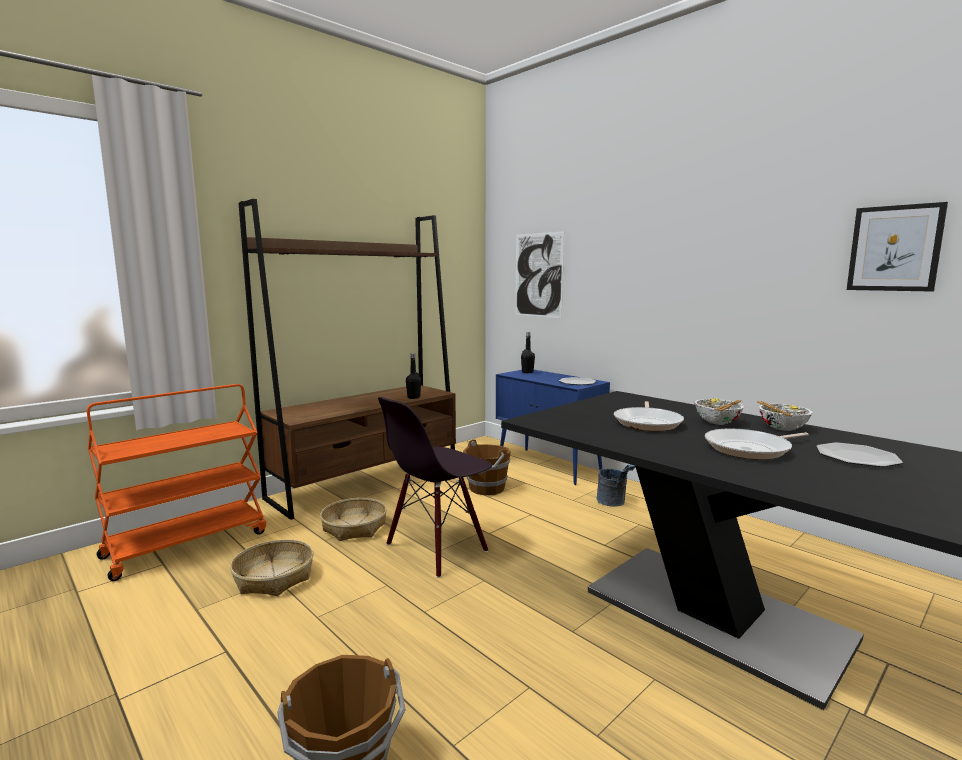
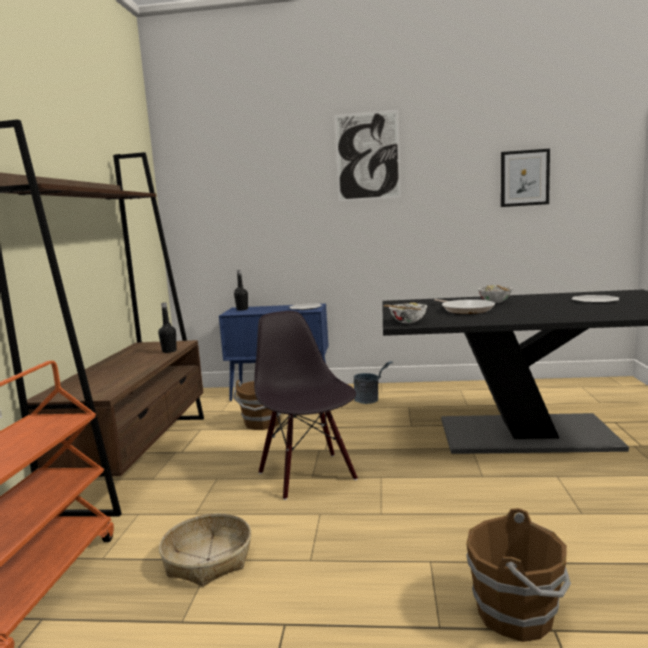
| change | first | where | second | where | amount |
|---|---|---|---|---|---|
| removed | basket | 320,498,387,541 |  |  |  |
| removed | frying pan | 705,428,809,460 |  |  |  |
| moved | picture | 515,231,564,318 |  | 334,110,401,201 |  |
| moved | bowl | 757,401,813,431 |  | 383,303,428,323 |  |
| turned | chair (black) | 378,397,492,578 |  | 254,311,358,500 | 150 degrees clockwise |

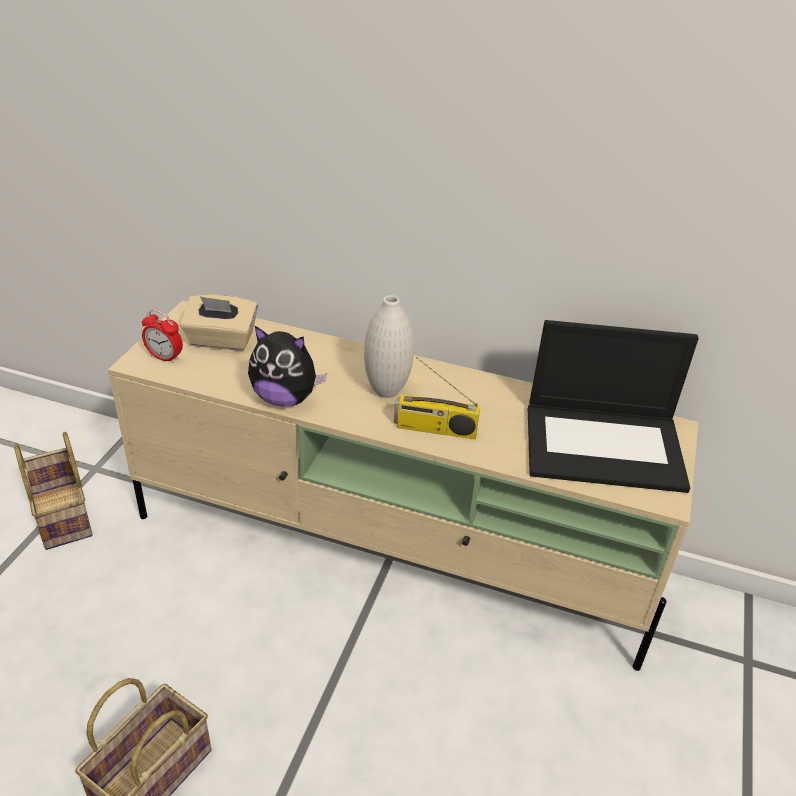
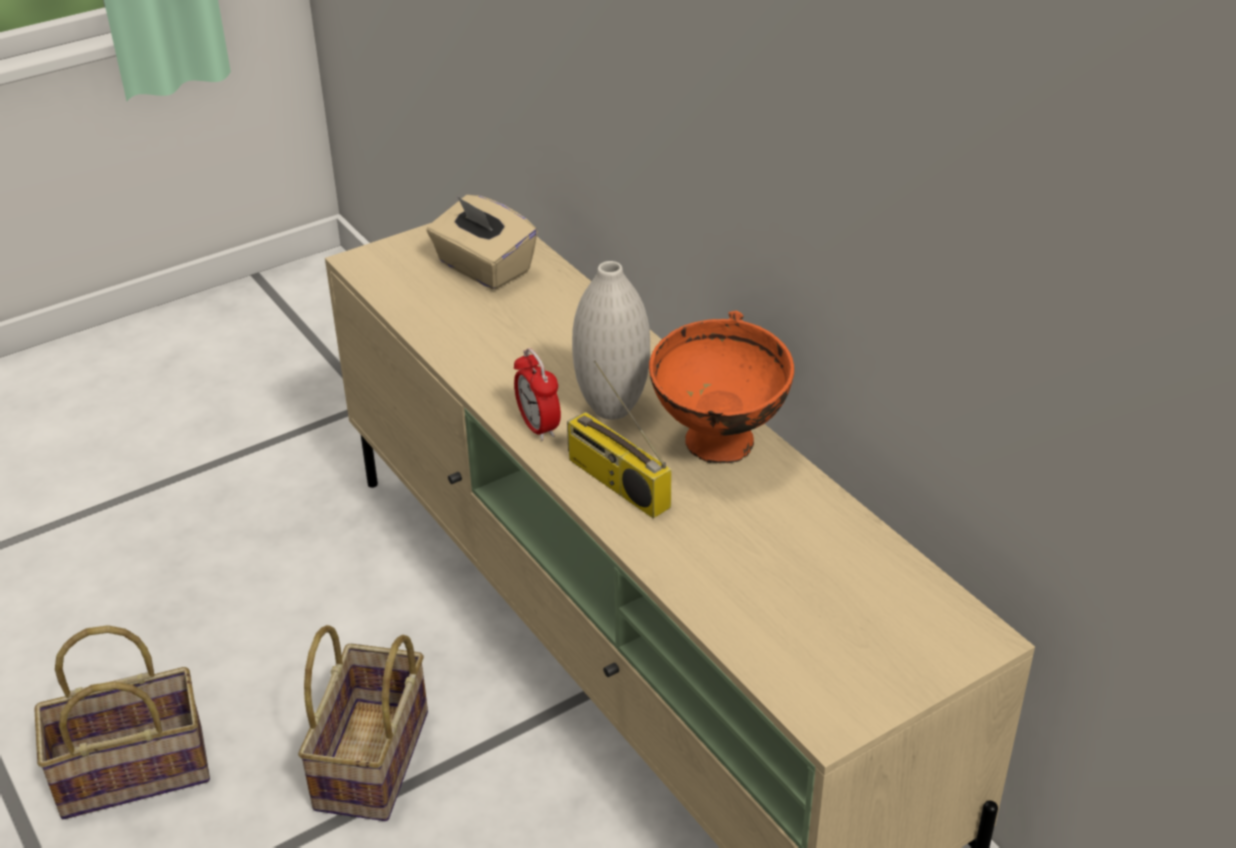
| change | first | where | second | where | amount |
|---|---|---|---|---|---|
| removed | plush toy | 248,326,327,406 |  |  |  |
| removed | laptop | 528,320,699,493 |  |  |  |
| added |  |  | bowl (orange) | 649,311,794,463 |  |
| moved | basket | 14,432,93,550 |  | 298,625,428,821 |  |
| moved | alarm clock | 142,310,183,364 |  | 514,348,561,441 |  |

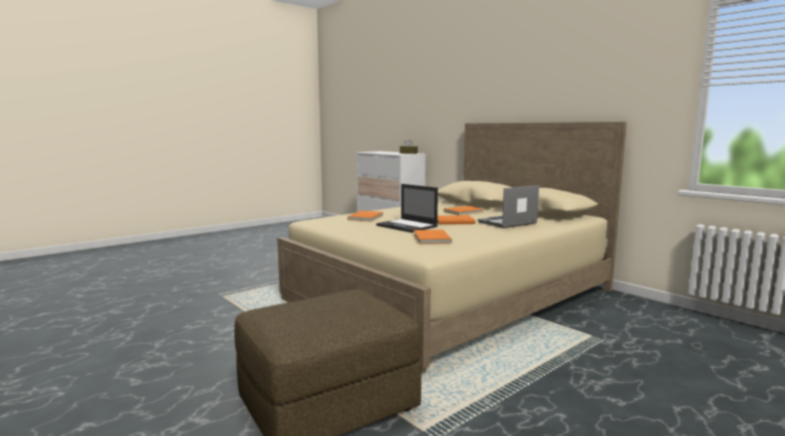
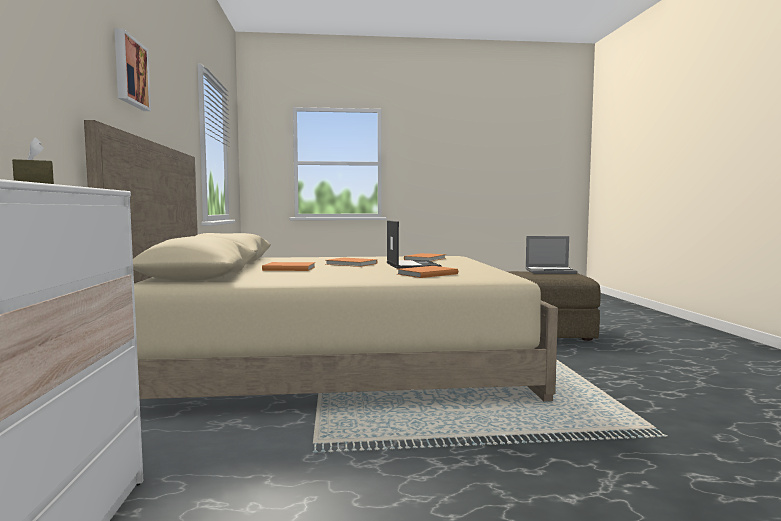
| change | first | where | second | where | amount |
|---|---|---|---|---|---|
| added |  |  | picture | 115,28,151,111 |  |
| moved | laptop | 478,185,539,228 |  | 526,236,577,274 |  |

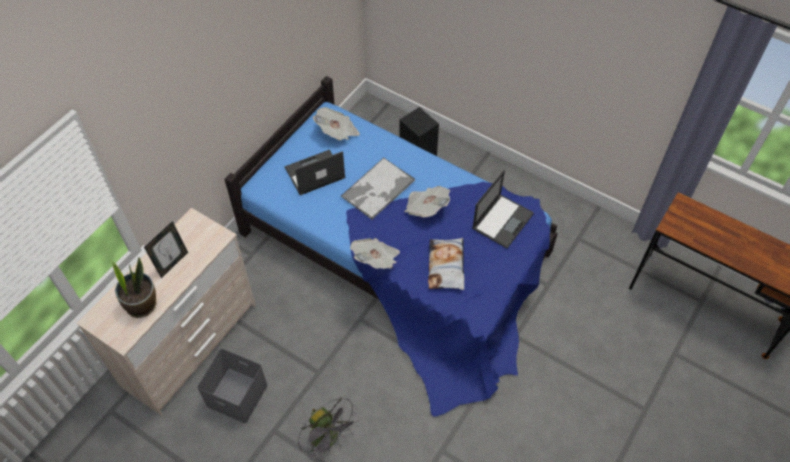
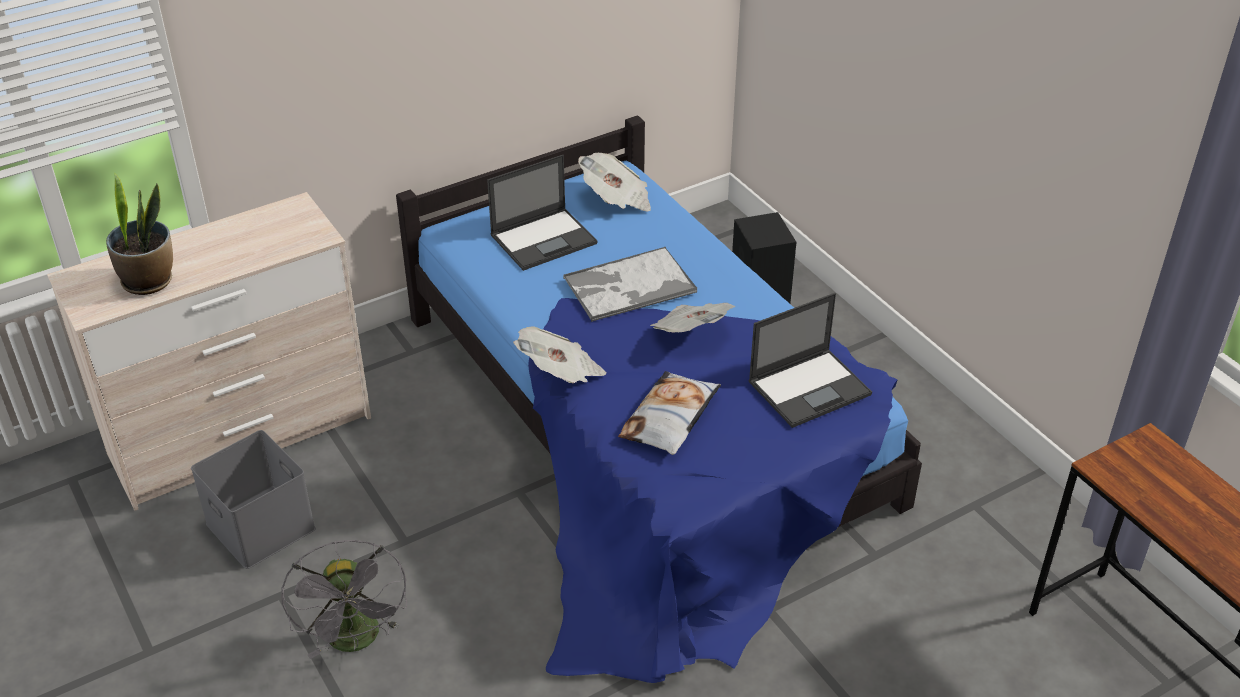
| change | first | where | second | where | amount |
|---|---|---|---|---|---|
| removed | picture frame | 144,221,188,278 |  |  |  |
| turned | laptop | 284,150,345,195 |  | 487,155,597,271 | 150 degrees clockwise |

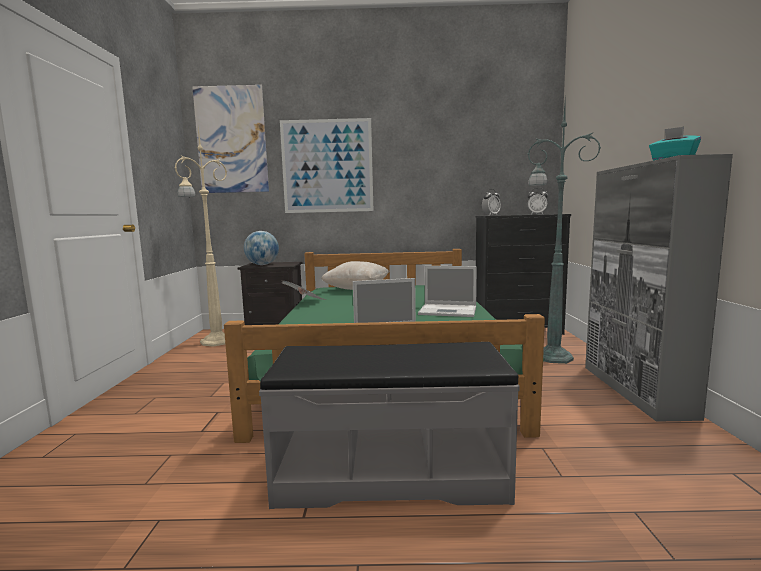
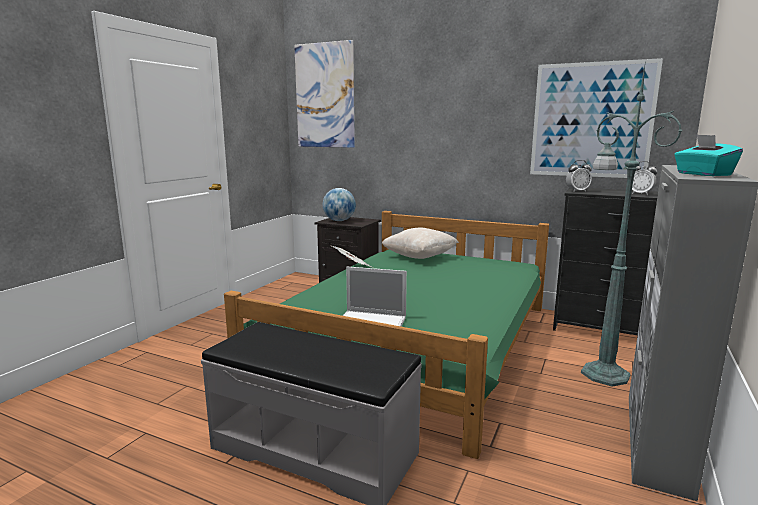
| change | first | where | second | where | amount |
|---|---|---|---|---|---|
| removed | floor lamp (beige) | 174,127,227,347 |  |  |  |
| removed | laptop | 418,266,477,317 |  |  |  |
| moved | picture | 280,118,373,213 |  | 530,58,663,178 |  |

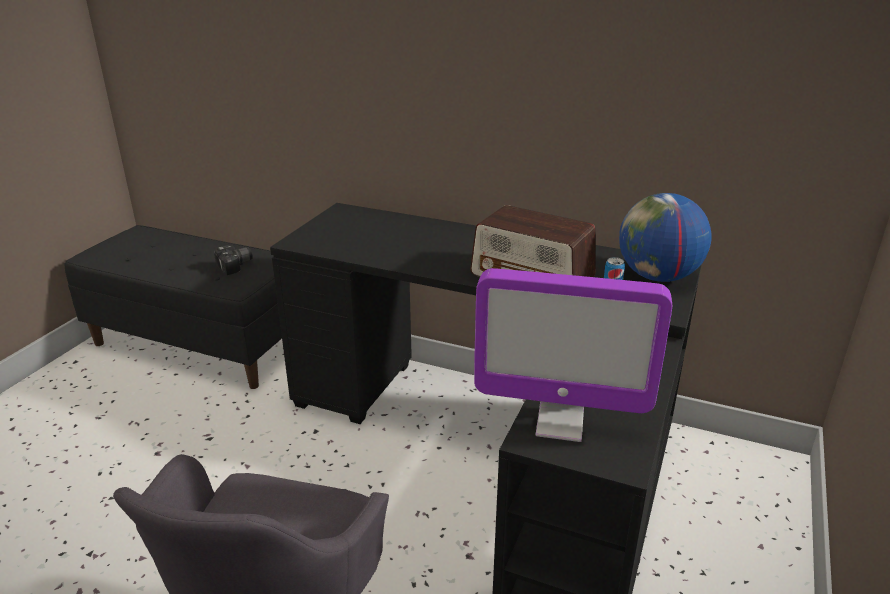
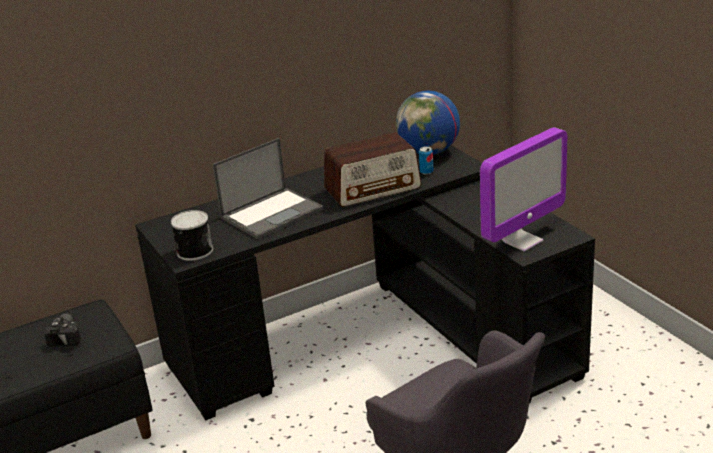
| change | first | where | second | where | amount |
|---|---|---|---|---|---|
| added |  |  | can | 171,210,213,261 |  |
| added |  |  | laptop | 212,138,323,239 |  |

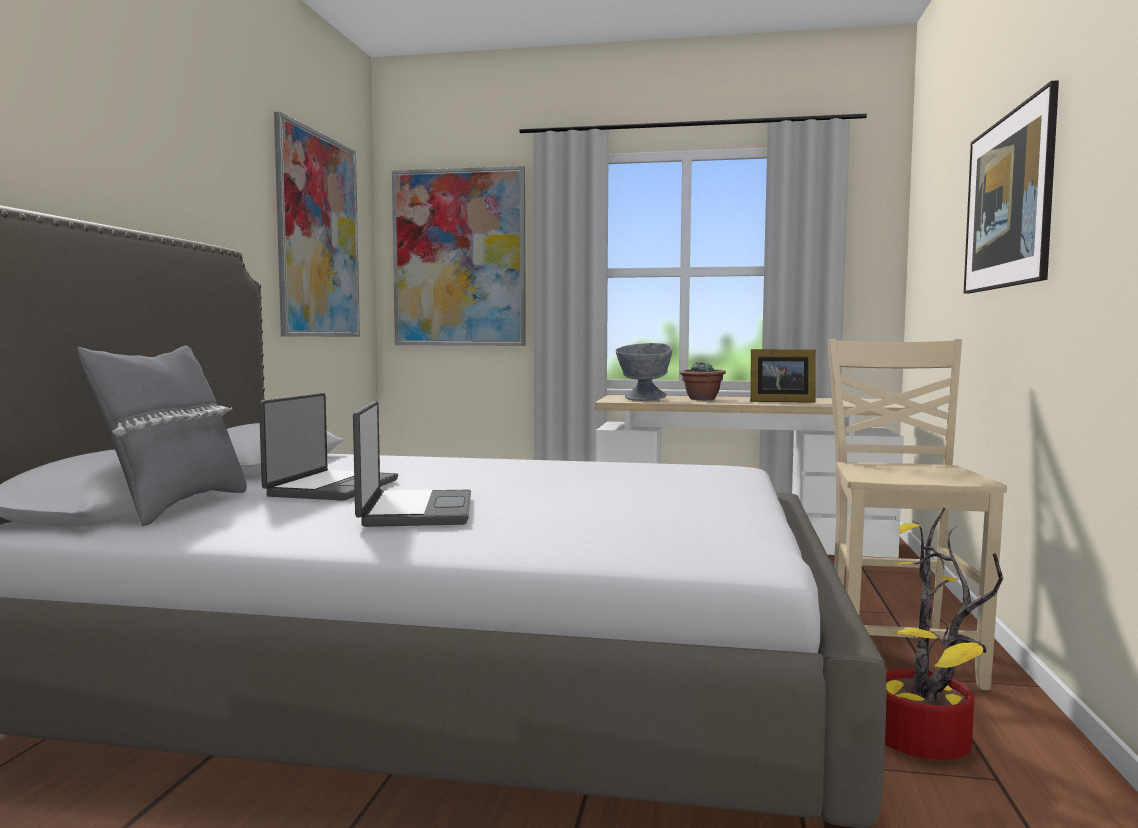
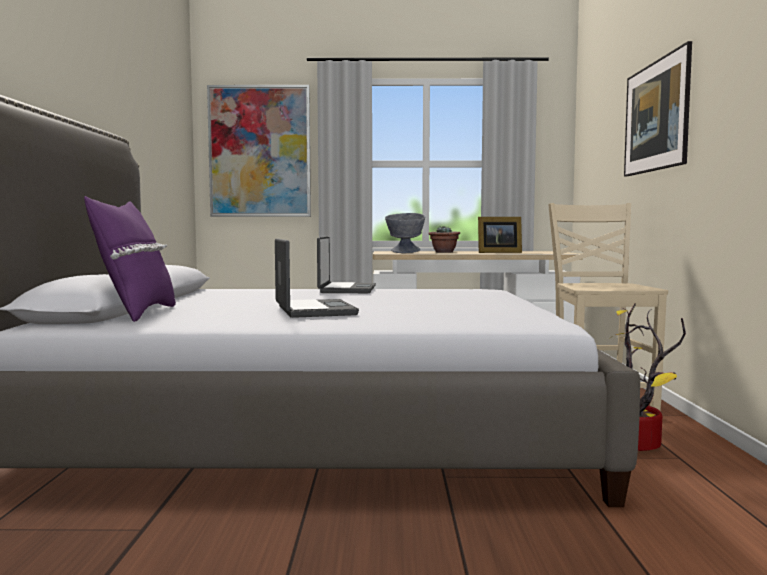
| change | first | where | second | where | amount |
|---|---|---|---|---|---|
| removed | picture | 274,112,360,337 |  |  |  |
| moved | laptop | 259,393,398,501 |  | 317,237,376,293 |  |
| recoloured | pillow (grey) | 78,346,247,527 | pillow (purple) | 84,196,176,322 |  |

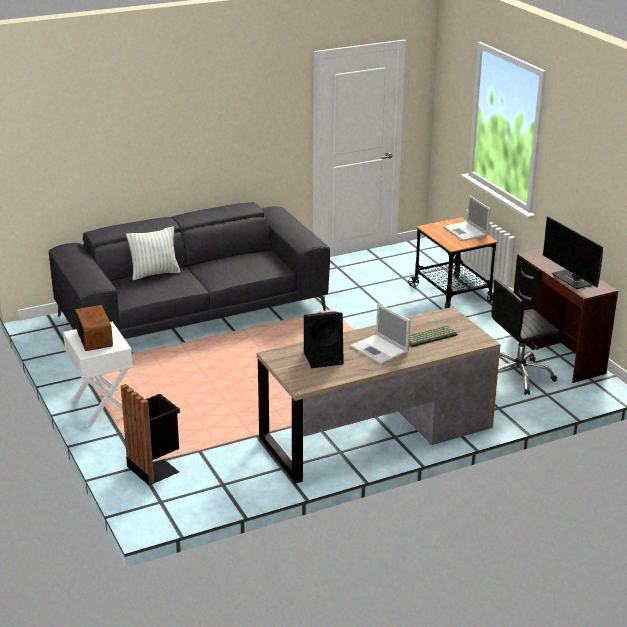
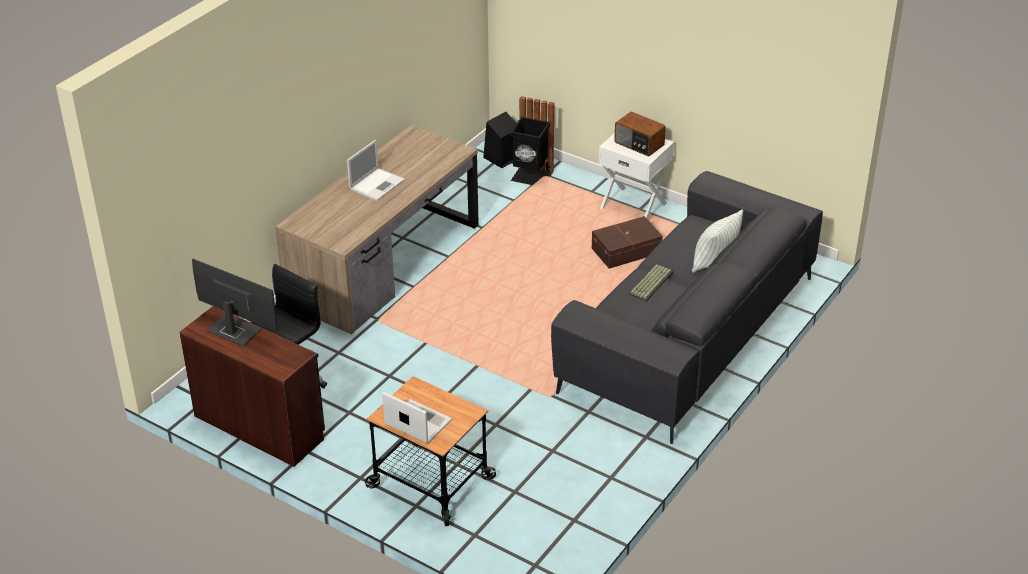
| change | first | where | second | where | amount |
|---|---|---|---|---|---|
| added |  |  | storage box (brown) | 592,216,663,269 |  |
| moved | speaker (black) | 304,311,344,368 |  | 483,112,517,168 |  |
| moved | keyboard | 409,325,458,347 |  | 629,264,673,301 |  |
| turned | laptop | 350,303,410,365 |  | 347,140,405,201 | 105 degrees clockwise |

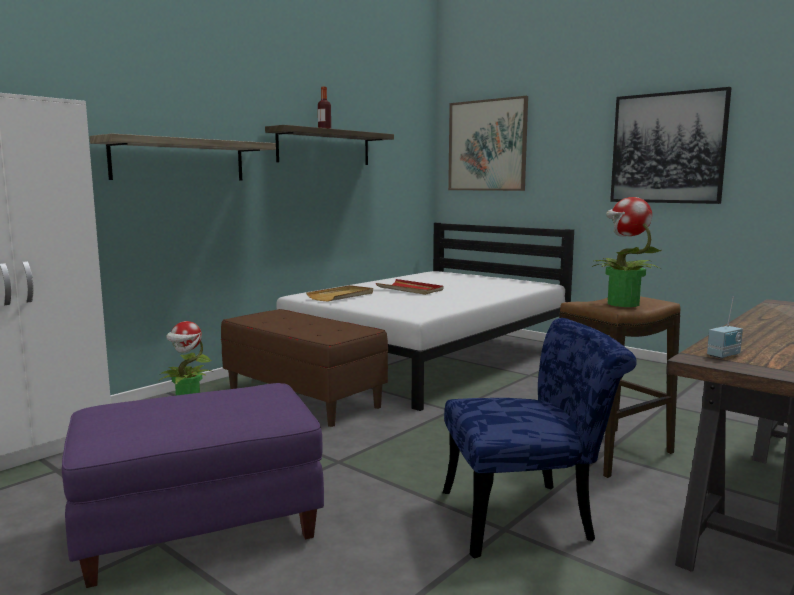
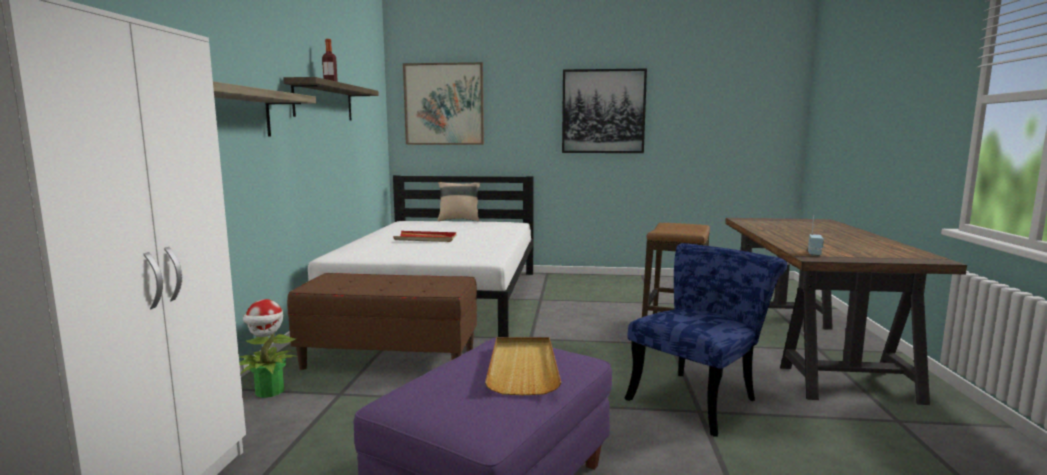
| change | first | where | second | where | amount |
|---|---|---|---|---|---|
| removed | potted plant | 592,197,661,307 |  |  |  |
| added |  |  | pillow (beige) | 437,182,480,221 |  |
| moved | tray (beige) | 306,285,373,301 |  | 485,337,561,395 |  |

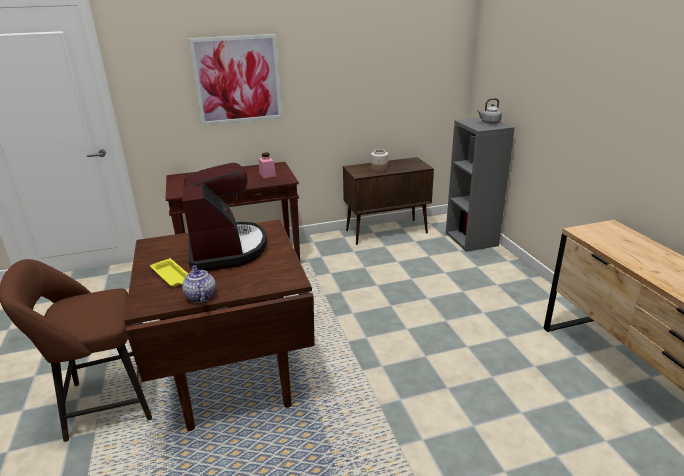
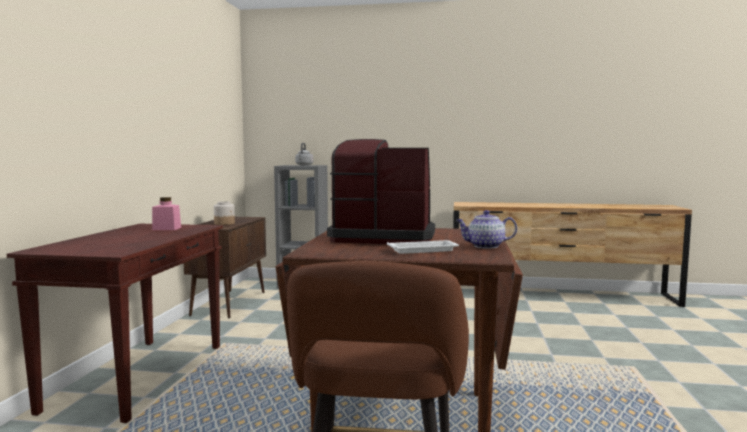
| change | first | where | second | where | amount |
|---|---|---|---|---|---|
| removed | picture | 189,34,282,126 |  |  |  |
| recoloured | tray (yellow) | 150,258,188,287 | tray (white) | 387,240,459,254 |  |

